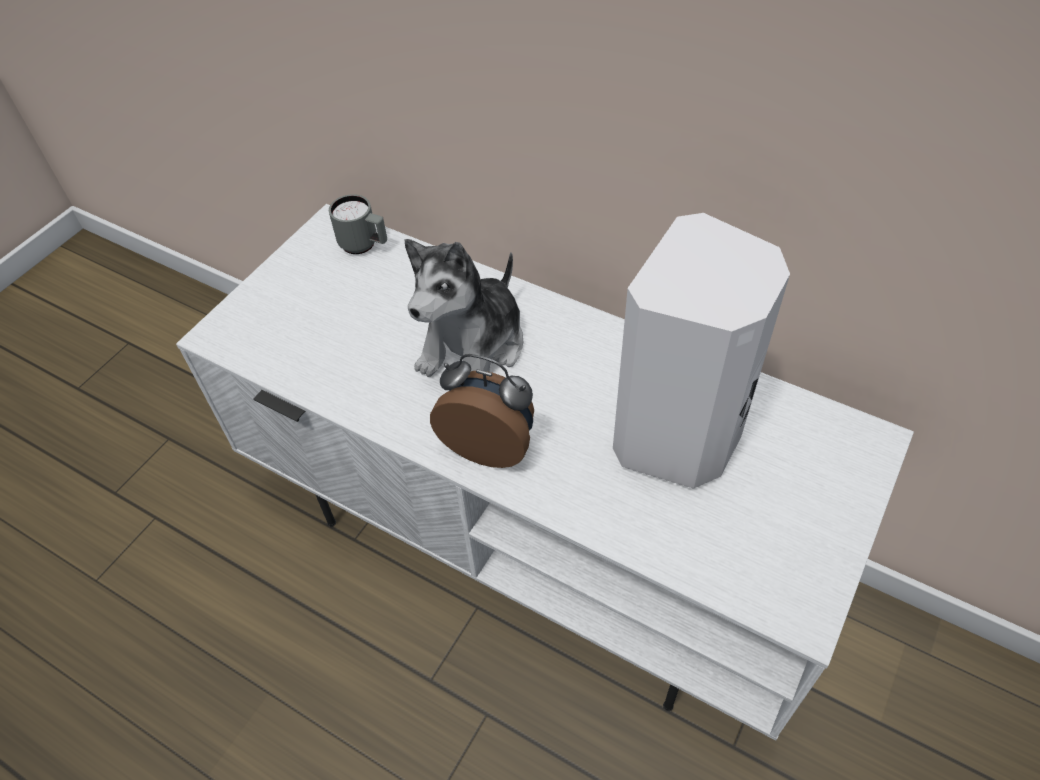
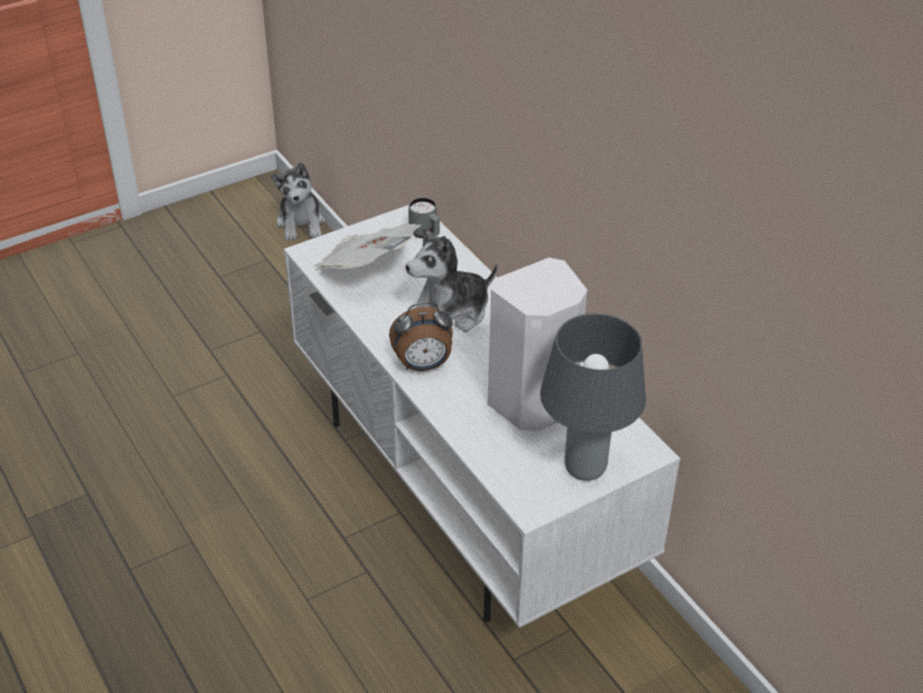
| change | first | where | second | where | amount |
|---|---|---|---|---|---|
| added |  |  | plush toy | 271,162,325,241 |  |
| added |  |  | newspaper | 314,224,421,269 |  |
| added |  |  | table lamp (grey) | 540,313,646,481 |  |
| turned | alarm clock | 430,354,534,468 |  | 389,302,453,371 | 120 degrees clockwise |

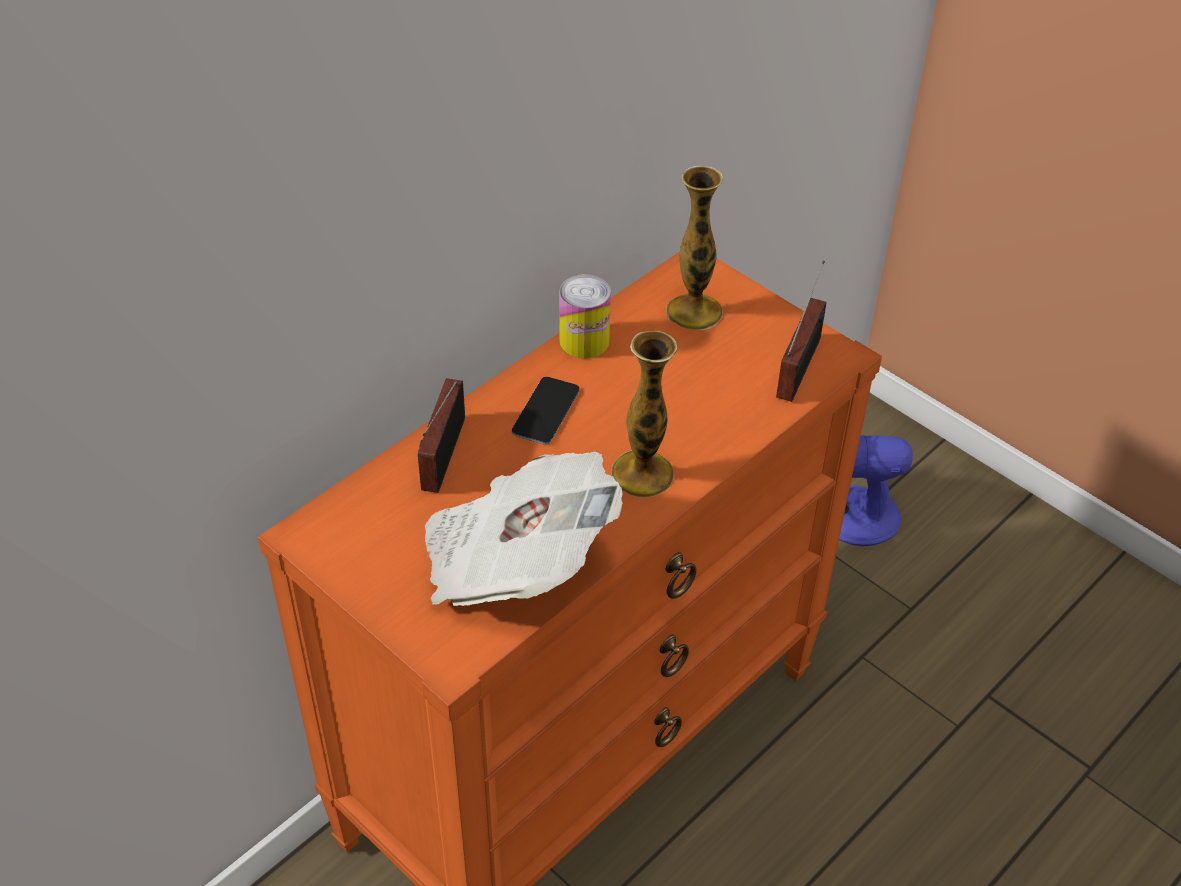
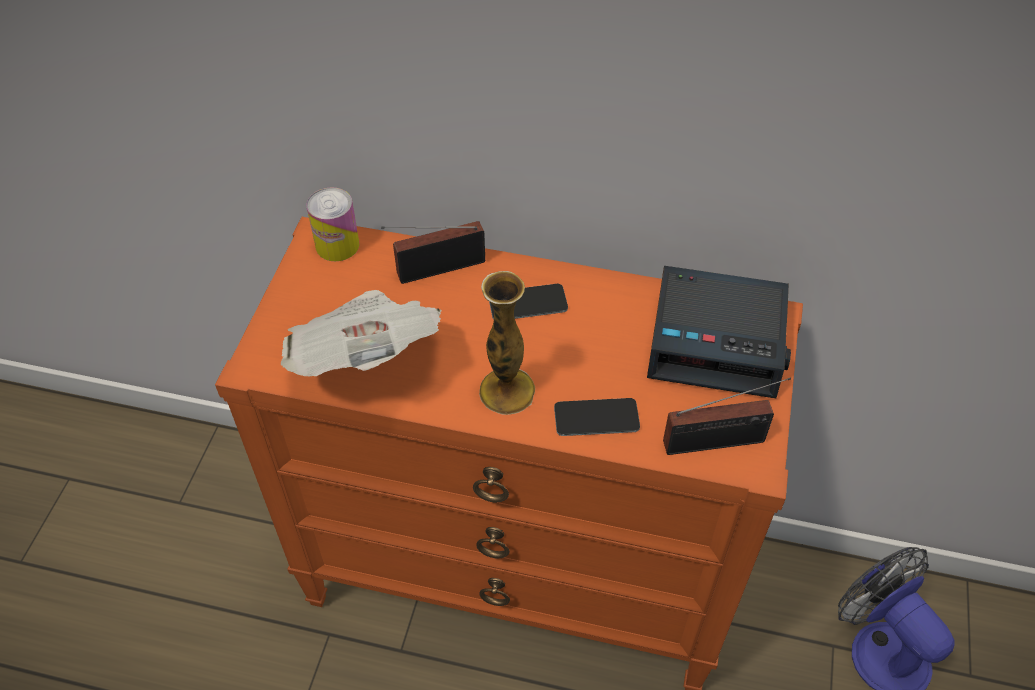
| change | first | where | second | where | amount |
|---|---|---|---|---|---|
| added |  |  | phone | 554,398,640,436 |  |
| moved | can | 559,274,611,359 |  | 307,187,359,262 |  |
| replaced | vase | 666,166,723,330 | alarm clock | 647,266,791,398 |  |

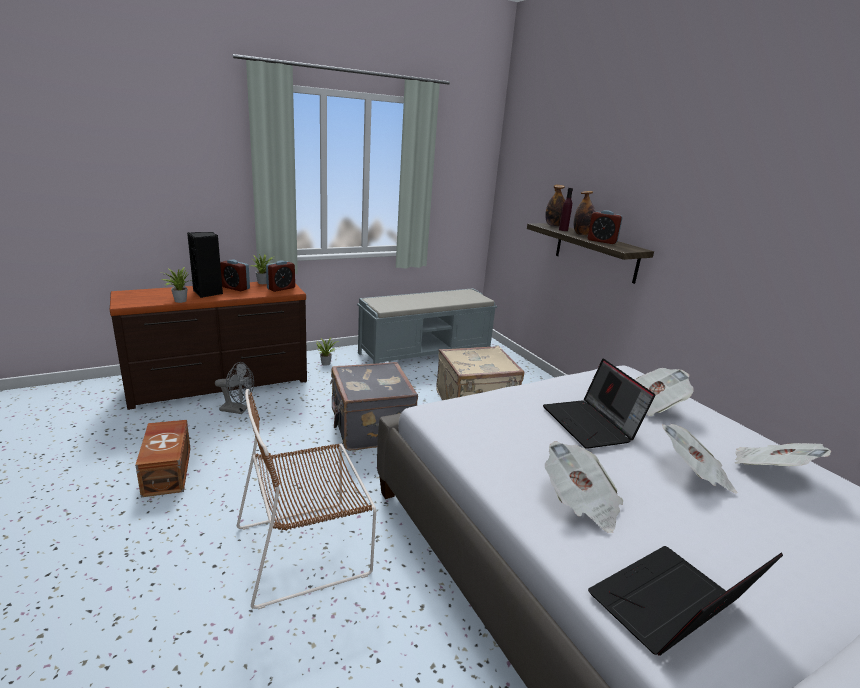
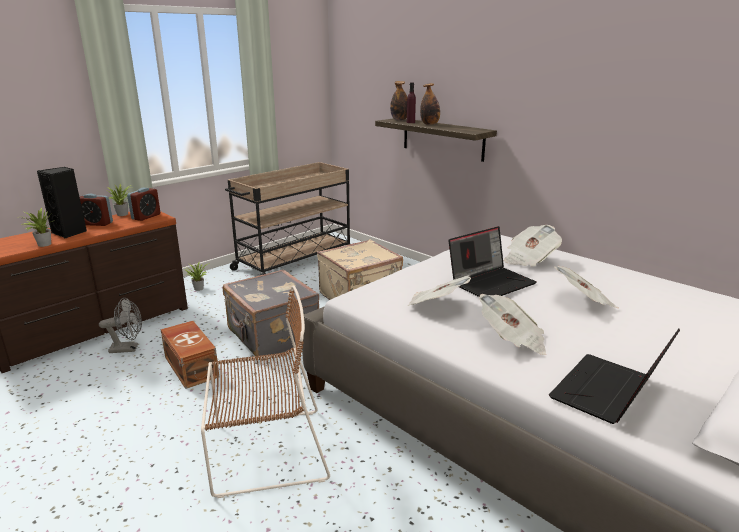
| change | first | where | second | where | amount |
|---|---|---|---|---|---|
| removed | alarm clock | 588,210,623,244 |  |  |  |
| moved | storage box (brown) | 135,420,190,497 |  | 161,321,219,389 |  |
| moved | newspaper | 735,443,831,466 |  | 407,275,471,306 |  |
| replaced | bench (grey) | 357,288,497,364 | cart (beige) | 225,162,350,275 |  |
| turned | chair (brown) | 237,389,376,609 |  | 201,285,330,498 | 150 degrees counterclockwise |
| turned | laptop | 543,358,655,449 |  | 448,226,536,297 | 90 degrees counterclockwise |

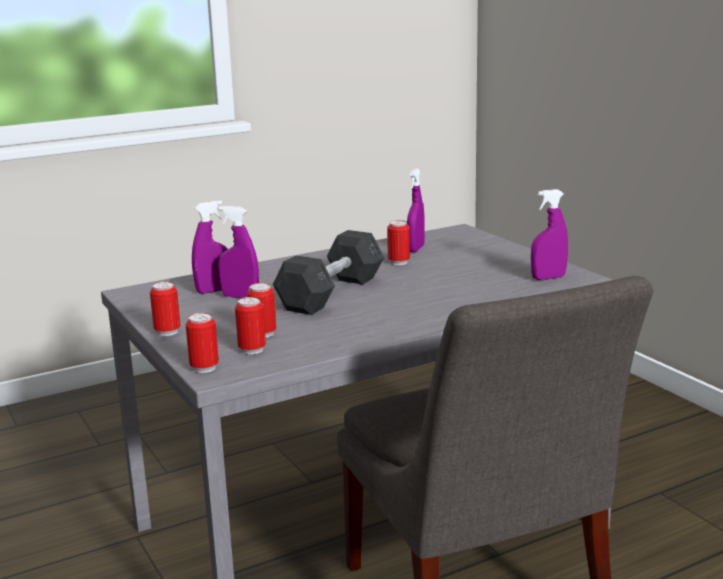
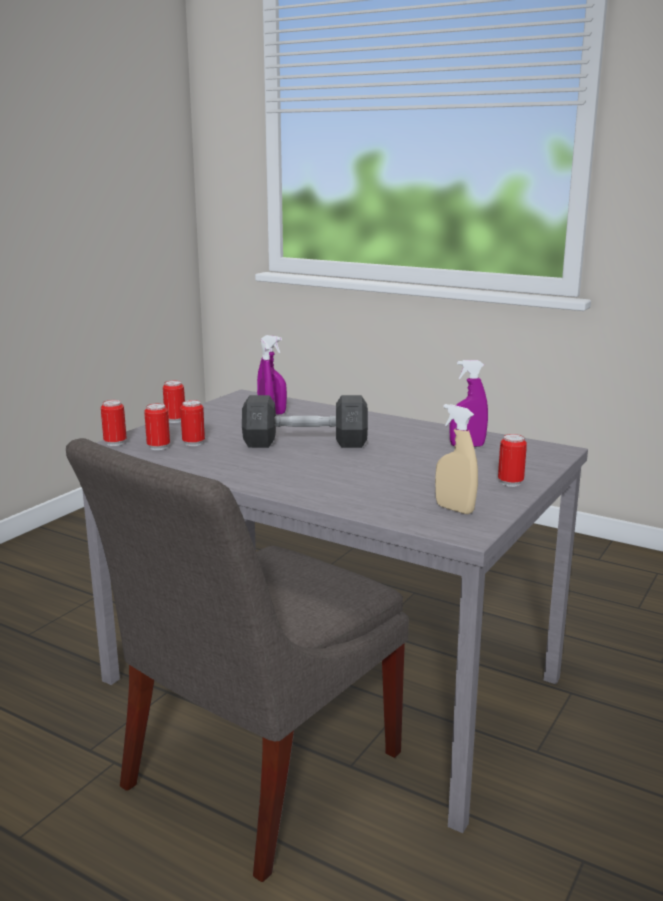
| change | first | where | second | where | amount |
|---|---|---|---|---|---|
| moved | can | 387,220,410,265 |  | 498,434,527,487 |  |
| recoloured | spray bottle (purple) | 531,189,568,280 | spray bottle (beige) | 435,404,478,514 |  |

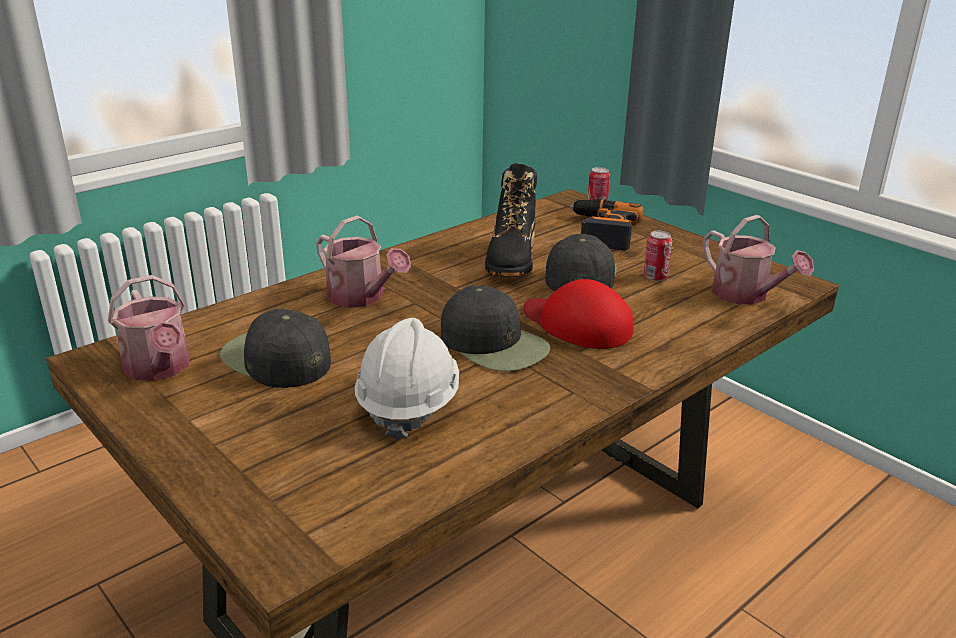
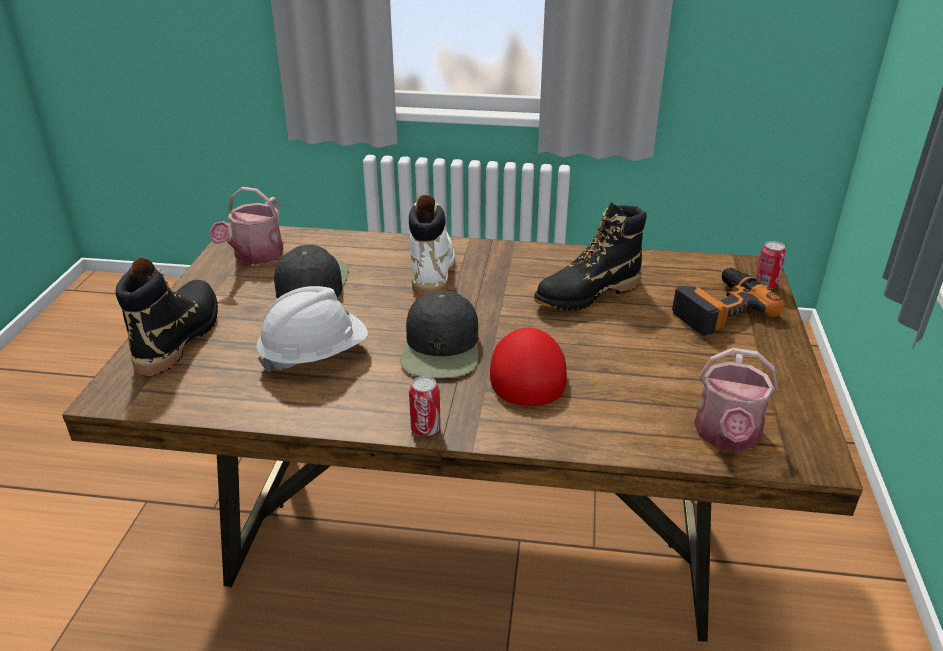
| change | first | where | second | where | amount |
|---|---|---|---|---|---|
| removed | cap (black) | 545,234,617,291 |  |  |  |
| added |  |  | boot (black) | 115,257,218,376 |  |
| moved | can | 643,231,672,281 |  | 409,376,441,436 |  |
| replaced | watering can | 316,215,411,308 | boot (white) | 409,195,455,298 |  |

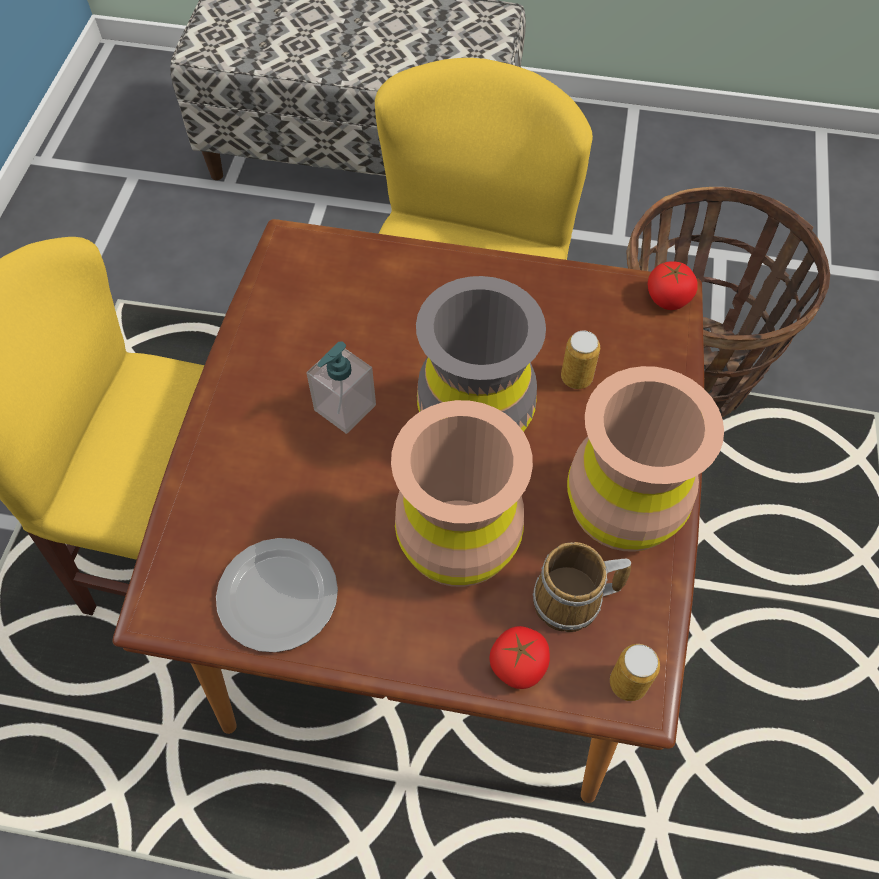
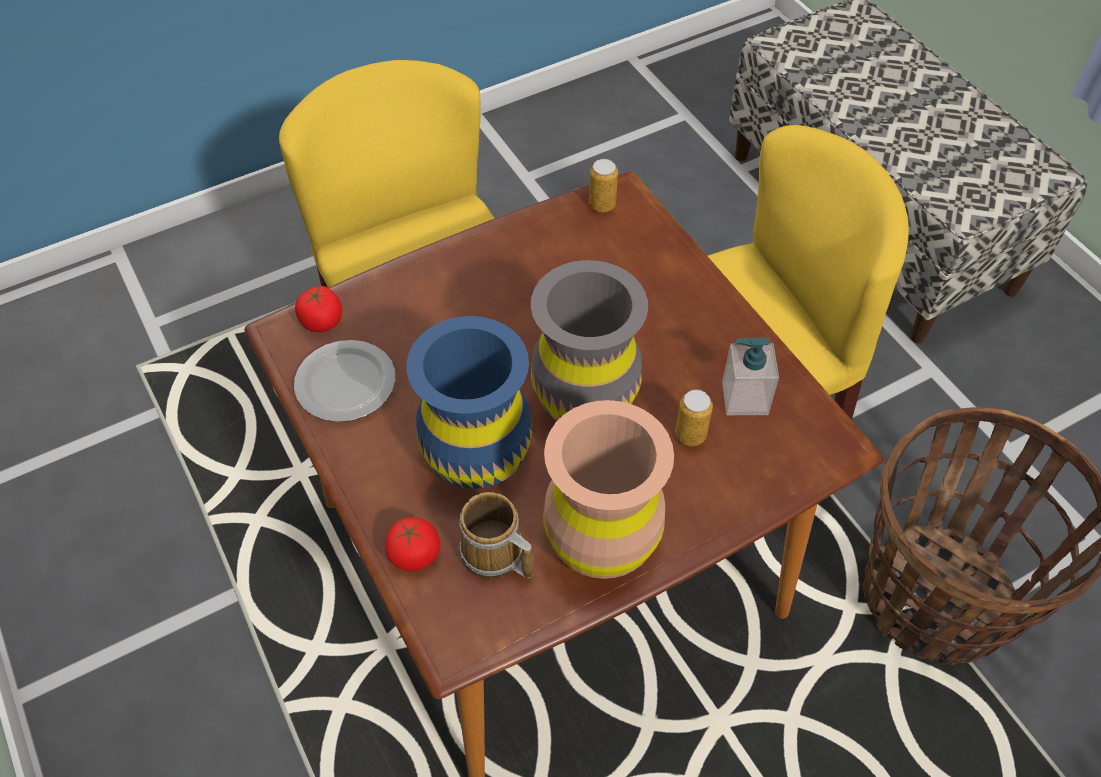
| change | first | where | second | where | amount |
|---|---|---|---|---|---|
| moved | soap dispenser | 307,341,376,434 |  | 722,337,779,415 |  |
| moved | can | 610,644,660,701 |  | 589,159,618,212 |  |
| moved | tomato | 648,261,698,310 |  | 295,286,342,333 |  |
| recoloured | vase (brown) | 391,400,533,587 | vase (blue) | 407,316,532,489 |  |

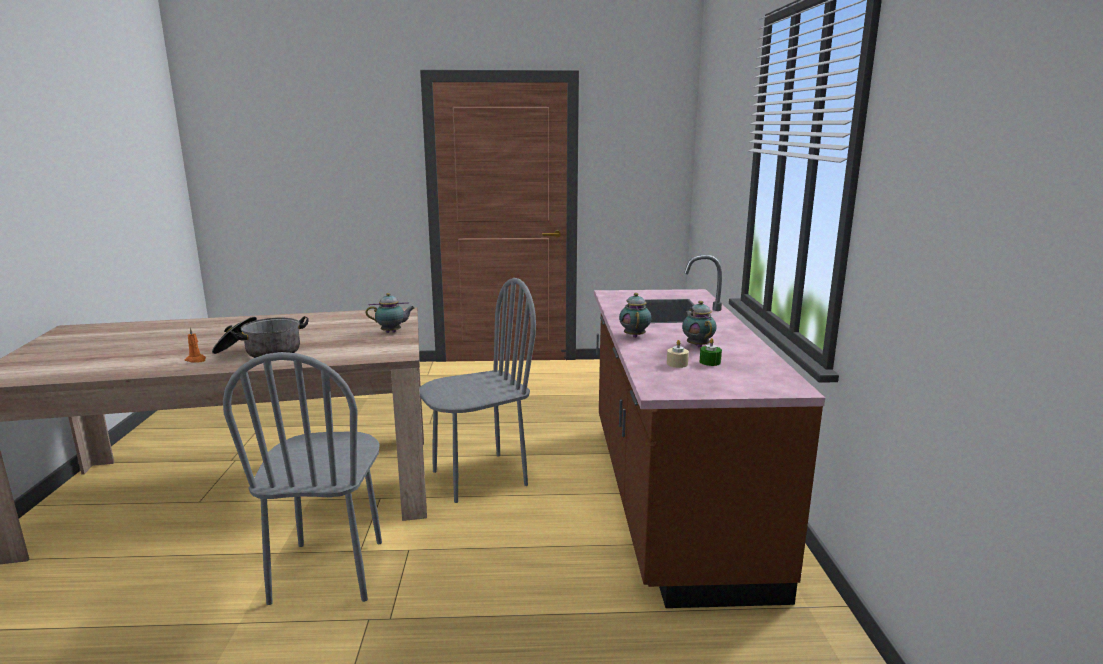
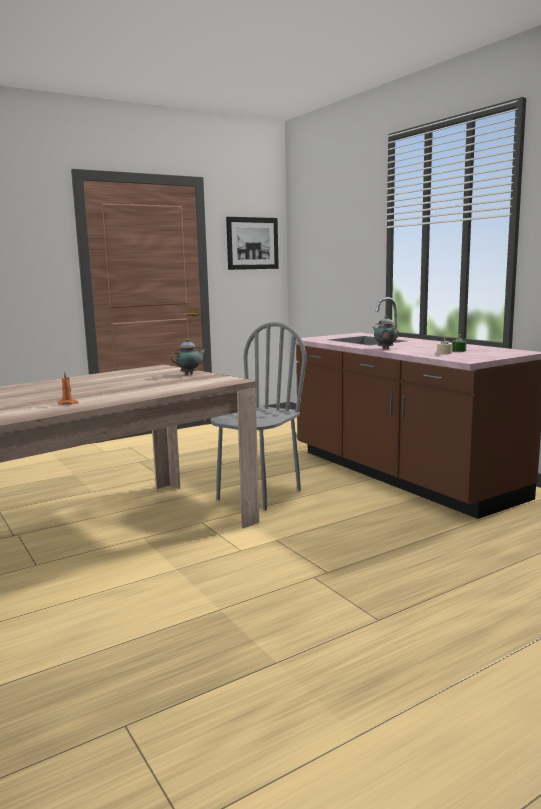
| change | first | where | second | where | amount |
|---|---|---|---|---|---|
| removed | cooking pot | 212,316,308,358 |  |  |  |
| removed | chair (grey) | 223,352,382,605 |  |  |  |
| removed | teapot | 682,301,717,348 |  |  |  |
| added |  |  | picture | 226,217,279,270 |  |

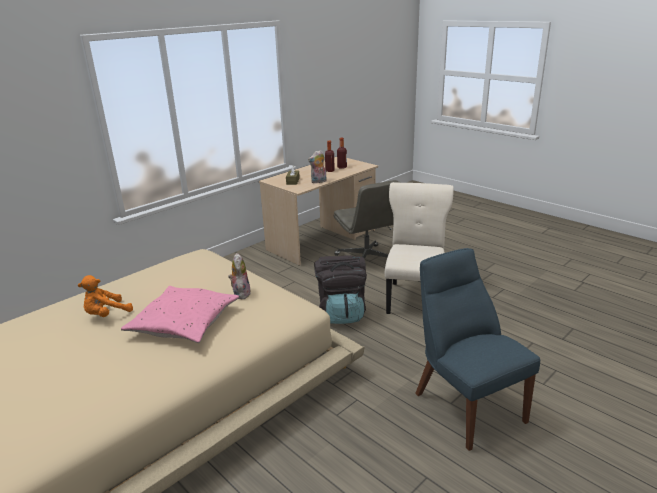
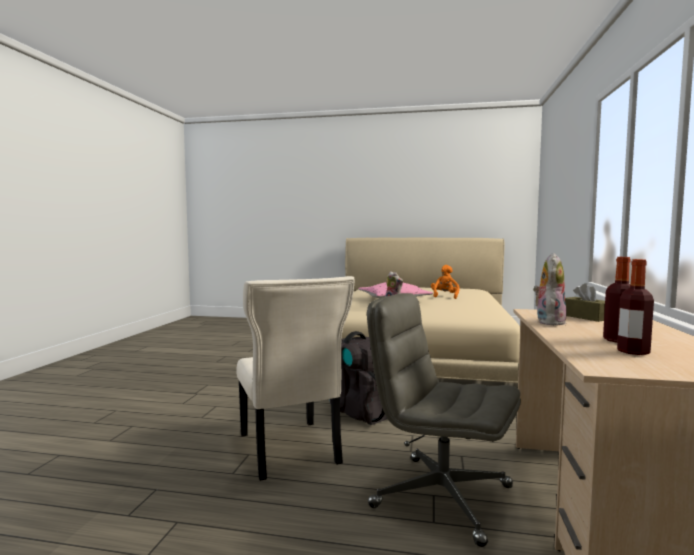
| change | first | where | second | where | amount |
|---|---|---|---|---|---|
| removed | chair (blue) | 415,248,540,451 |  |  |  |

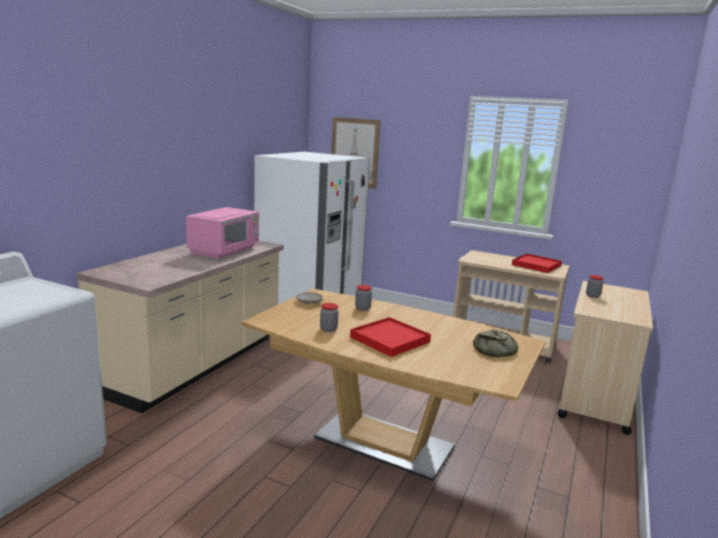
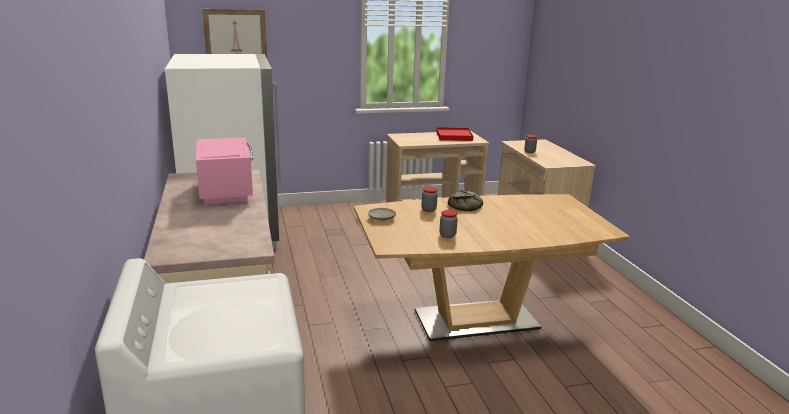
| change | first | where | second | where | amount |
|---|---|---|---|---|---|
| removed | tray (red) | 350,317,431,357 |  |  |  |
| moved | bread | 473,329,518,357 |  | 448,190,483,211 |  |

